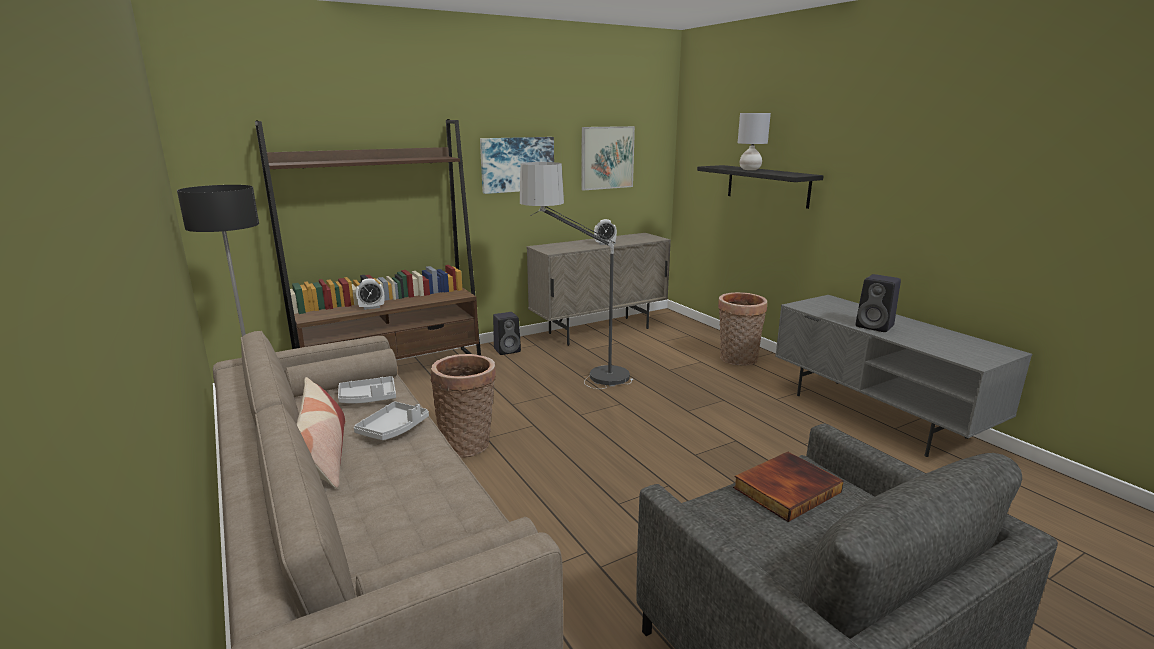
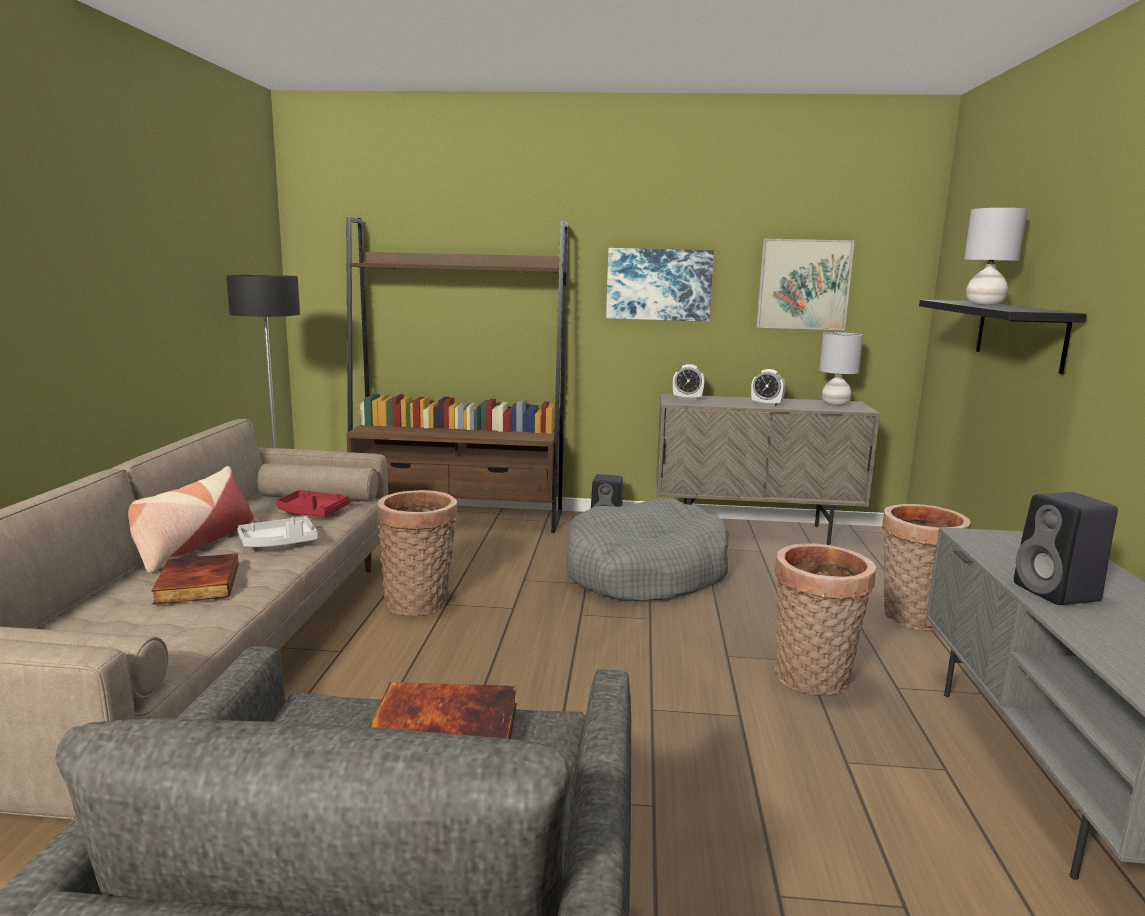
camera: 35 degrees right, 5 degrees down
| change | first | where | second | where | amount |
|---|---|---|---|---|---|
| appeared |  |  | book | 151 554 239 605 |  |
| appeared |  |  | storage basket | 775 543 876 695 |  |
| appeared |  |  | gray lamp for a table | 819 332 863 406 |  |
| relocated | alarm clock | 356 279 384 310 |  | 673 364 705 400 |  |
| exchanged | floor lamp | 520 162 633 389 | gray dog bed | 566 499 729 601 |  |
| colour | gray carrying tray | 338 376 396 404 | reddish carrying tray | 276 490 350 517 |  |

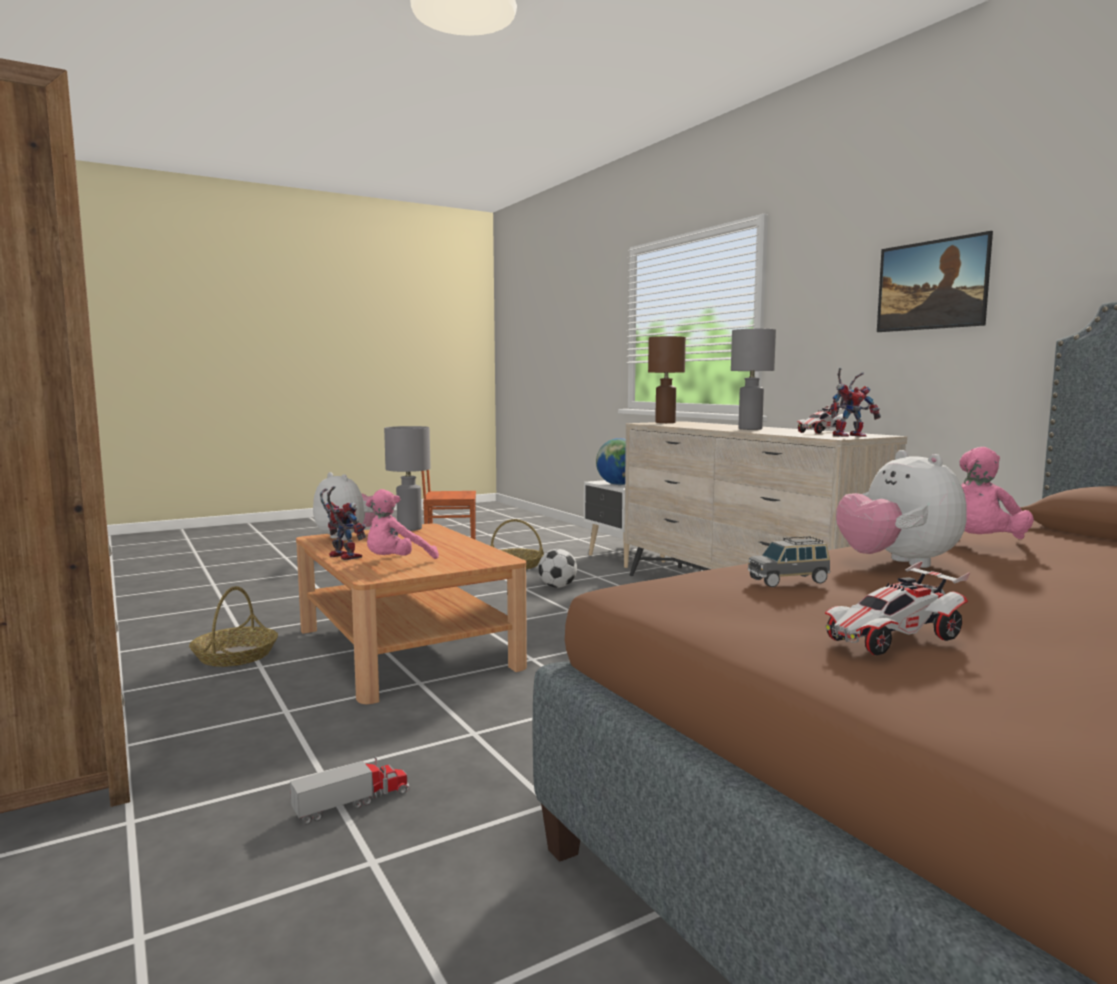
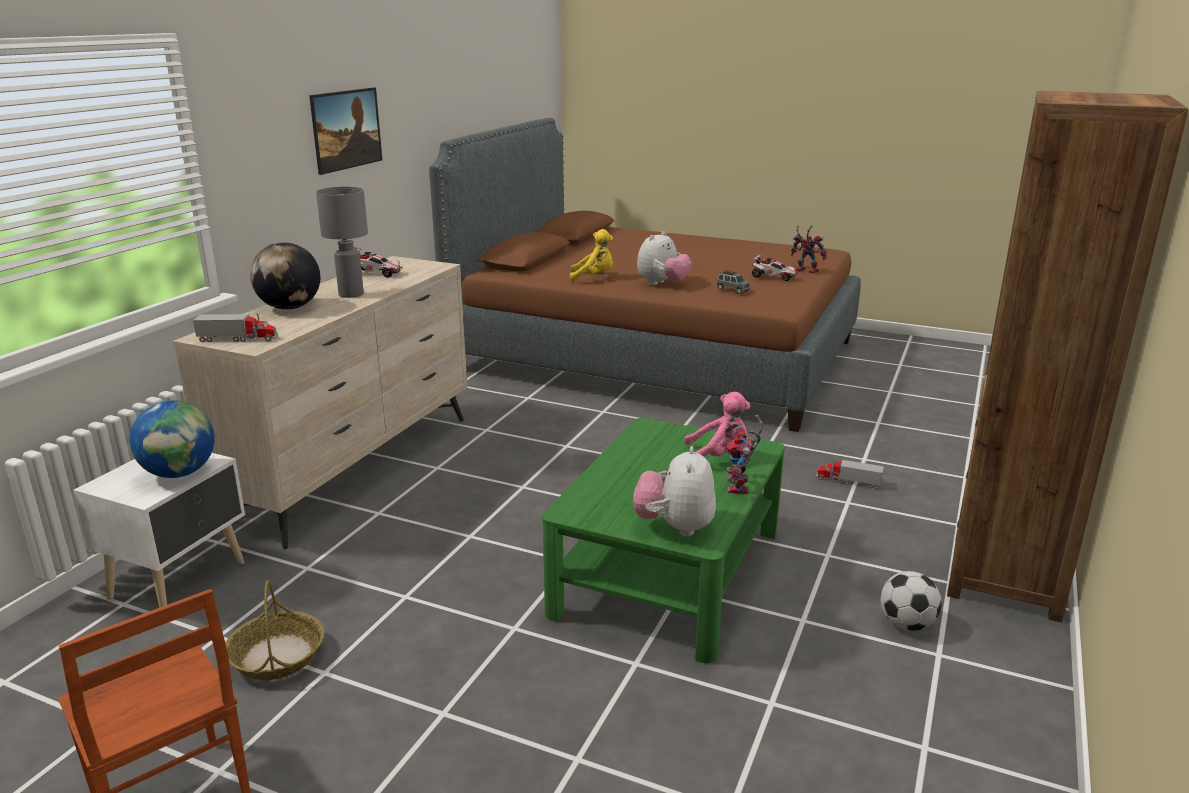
camera: 125 degrees left, 15 degrees up
| change | first | where | second | where | amount |
|---|---|---|---|---|---|
| missing | storage basket | 189 586 278 667 |  |  |  |
| missing | gray lamp for a table | 384 426 431 531 |  |  |  |
| appeared |  |  | desk globe | 250 242 320 310 |  |
| relocated | ball for football | 538 549 577 588 |  | 880 571 942 631 |  |
| relocated | model robot | 830 368 881 437 |  | 791 225 827 274 |  |
| exchanged | brownish lamp for a table | 648 336 686 423 | toy lorry | 193 314 278 342 |  |
| colour | brownish low table | 296 524 527 704 | greenish low table | 542 418 785 663 |  |
| colour | pinkish cuddly toy | 960 447 1034 539 | yellow-coloured cuddly toy | 569 229 613 282 |  |

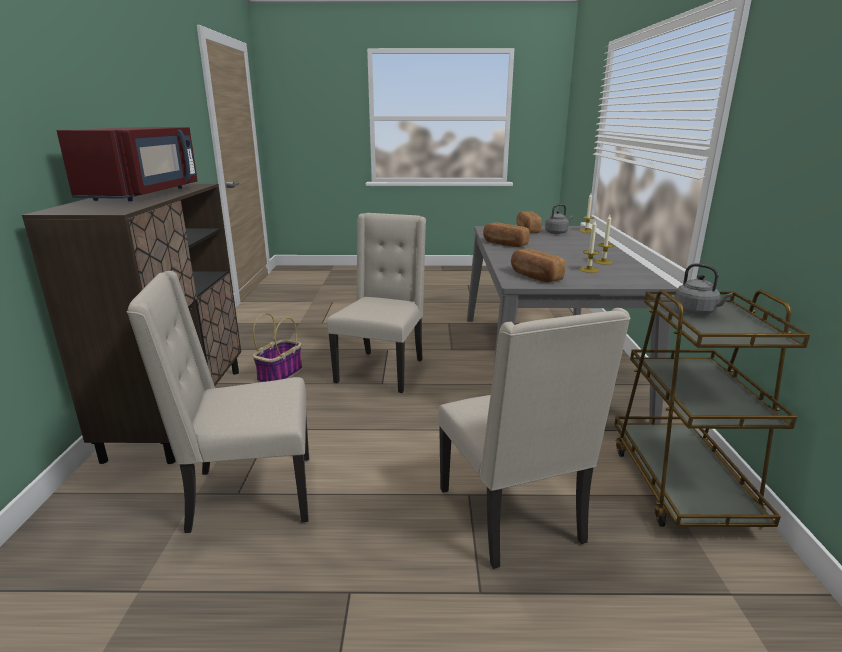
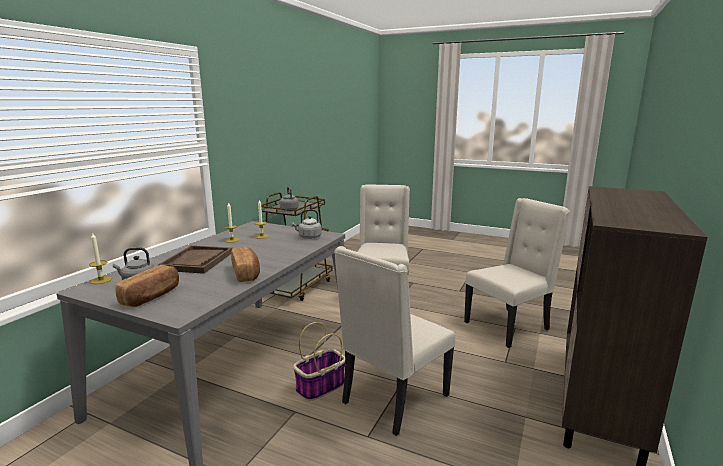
camera: 155 degrees left, 5 degrees down
| change | first | where | second | where | amount |
|---|---|---|---|---|---|
| missing | reddish kitchen microwave | 57 127 198 201 |  |  |  |
| appeared |  |  | brownish carrying tray | 158 245 232 274 |  |
| relocated | storage basket | 253 313 302 382 |  | 293 322 345 401 |  |
| exchanged | baked bread | 511 248 565 282 | gray tea kettle | 292 209 322 239 |  |
| spun | sand-coloured chair | 127 271 309 533 |  | 464 198 570 348 | 45 degrees counterclockwise |

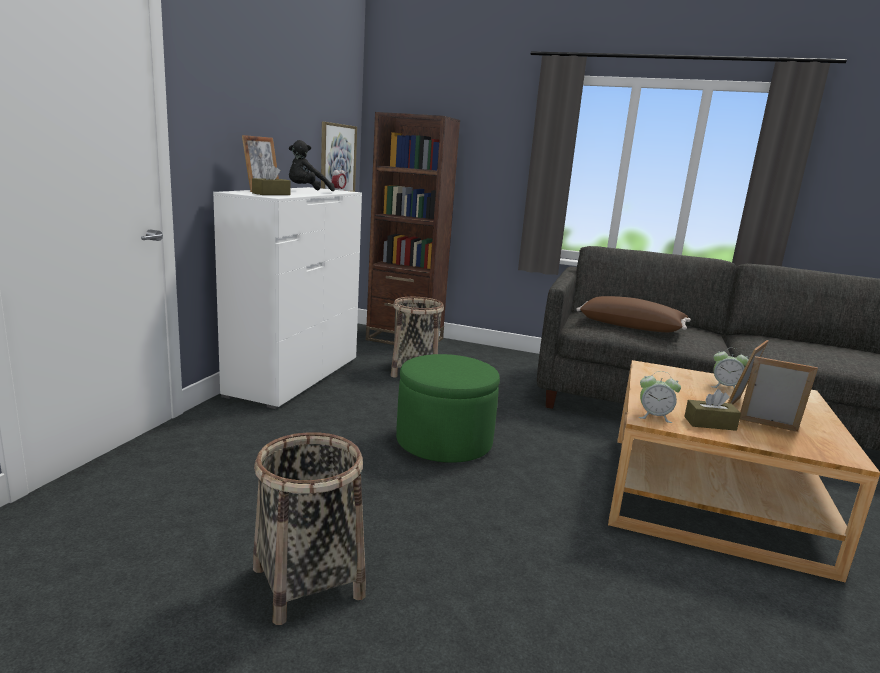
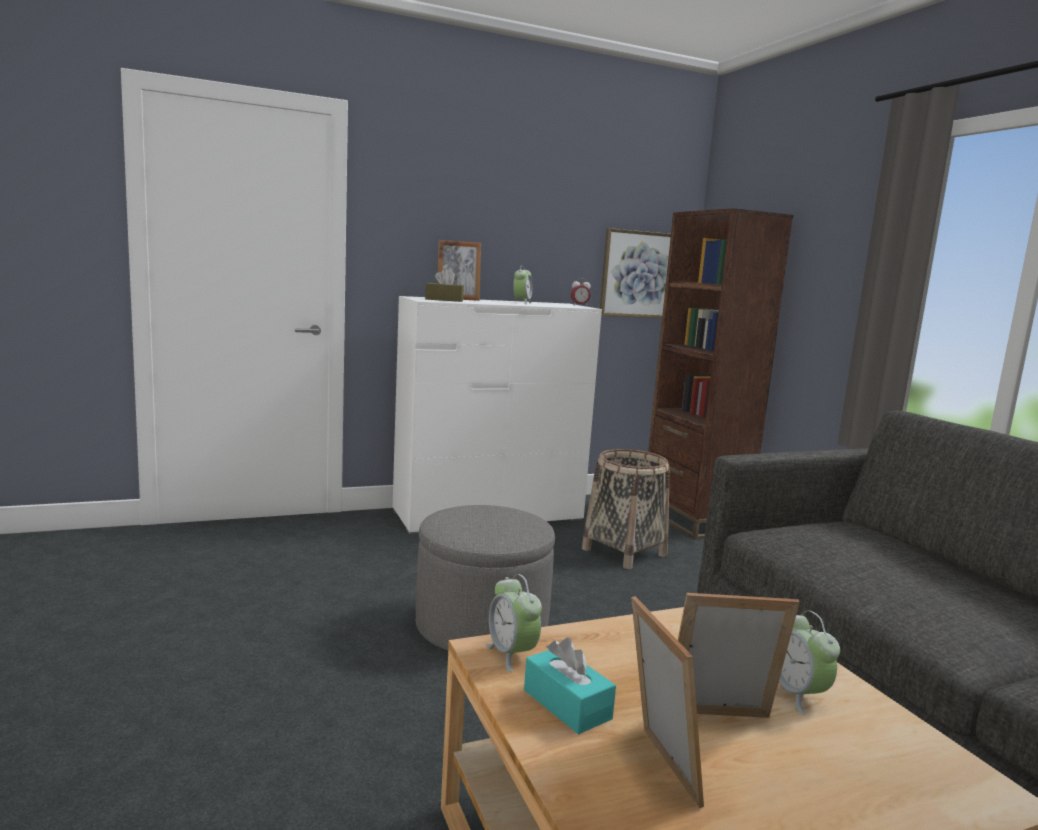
camera: 50 degrees right, 5 degrees down
| change | first | where | second | where | amount |
|---|---|---|---|---|---|
| missing | storage basket | 253 432 366 625 |  |  |  |
| missing | brownish cushion | 576 296 691 332 |  |  |  |
| exchanged | black-coloured cuddly toy | 289 140 335 191 | alarm clock | 513 265 532 304 |  |
| colour | greenish pouffe | 396 354 500 463 | gray pouffe | 416 505 555 650 |  |
| colour | brownish tissue box | 684 389 741 431 | turquoise-coloured tissue box | 524 638 616 735 |  |

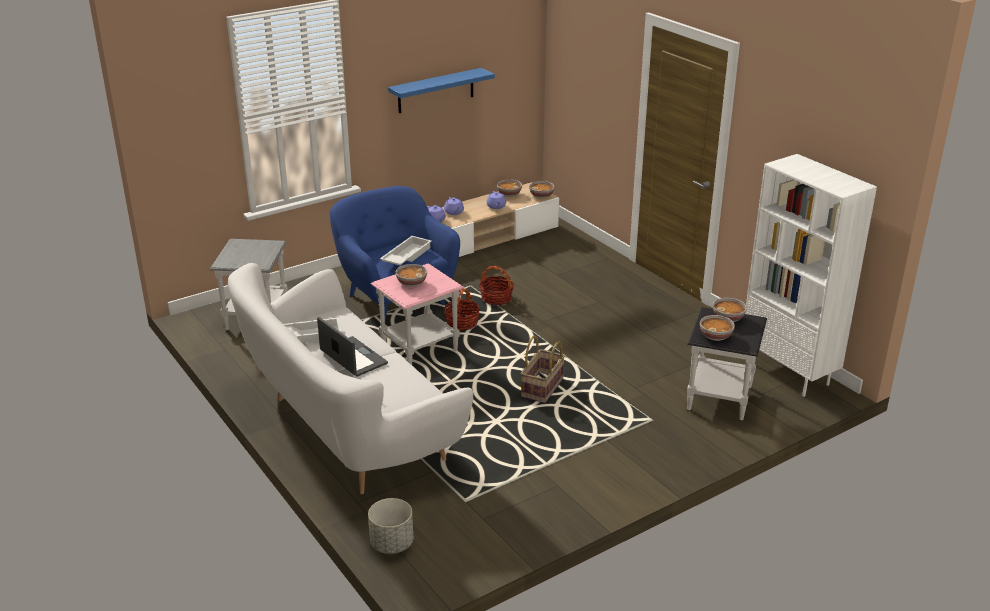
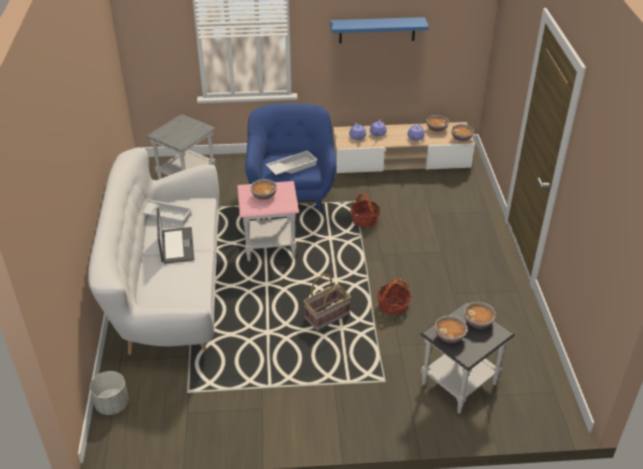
camera: 30 degrees right, 10 degrees up
| change | first | where | second | where | amount |
|---|---|---|---|---|---|
| missing | whitish shelving unit | 745 154 877 397 |  |  |  |
| relocated | storage basket | 444 288 480 331 |  | 377 278 411 316 |  |

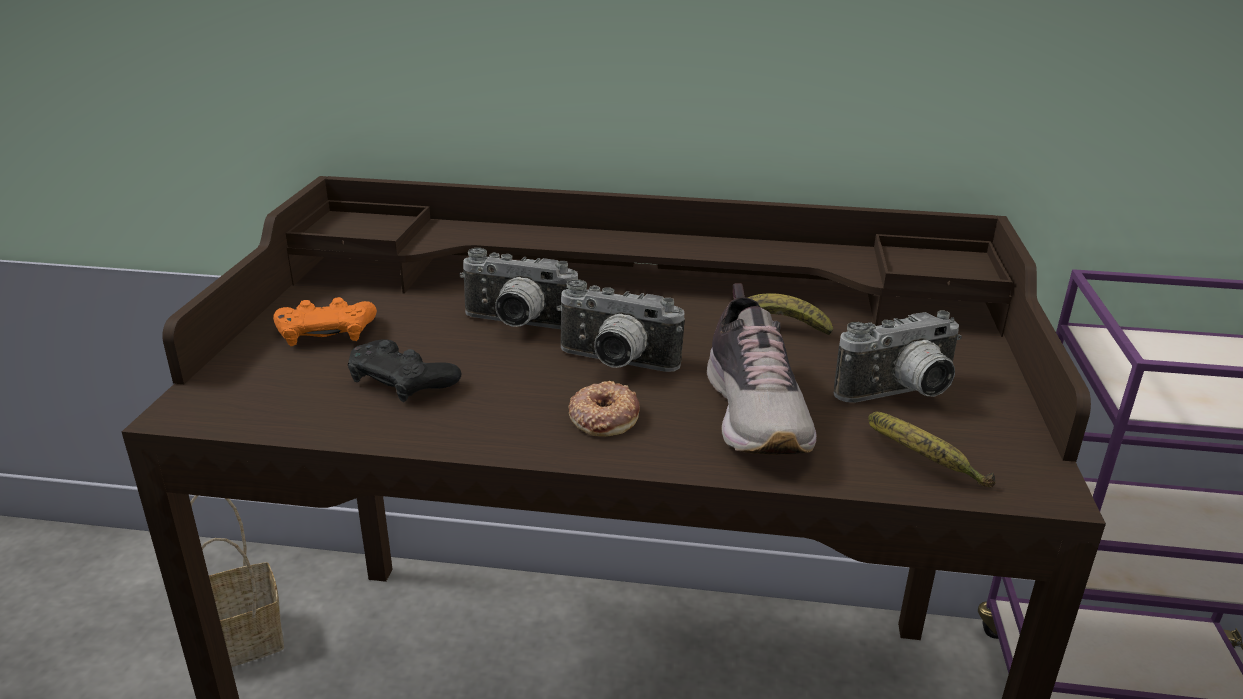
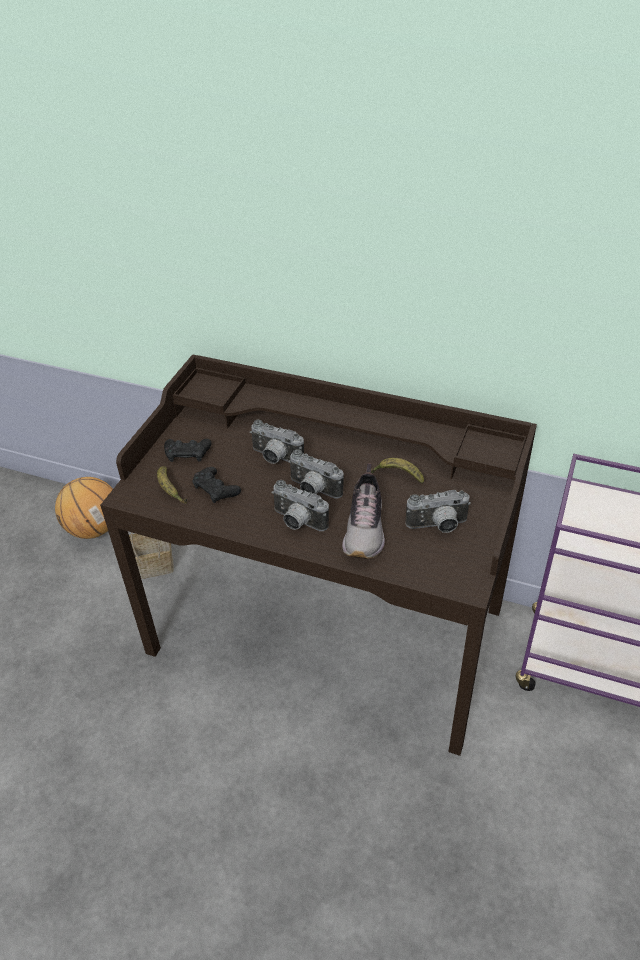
camera: 15 degrees right, 15 degrees up
| change | first | where | second | where | amount |
|---|---|---|---|---|---|
| appeared |  |  | ball for basketball | 55 477 113 539 |  |
| relocated | whole banana | 868 411 995 488 |  | 157 466 187 504 |  |
| exchanged | donut | 568 381 640 437 | photo camera | 271 480 329 531 |  |
| colour | orangey gamepad | 273 297 377 346 | black-coloured gamepad | 164 439 211 462 |  |

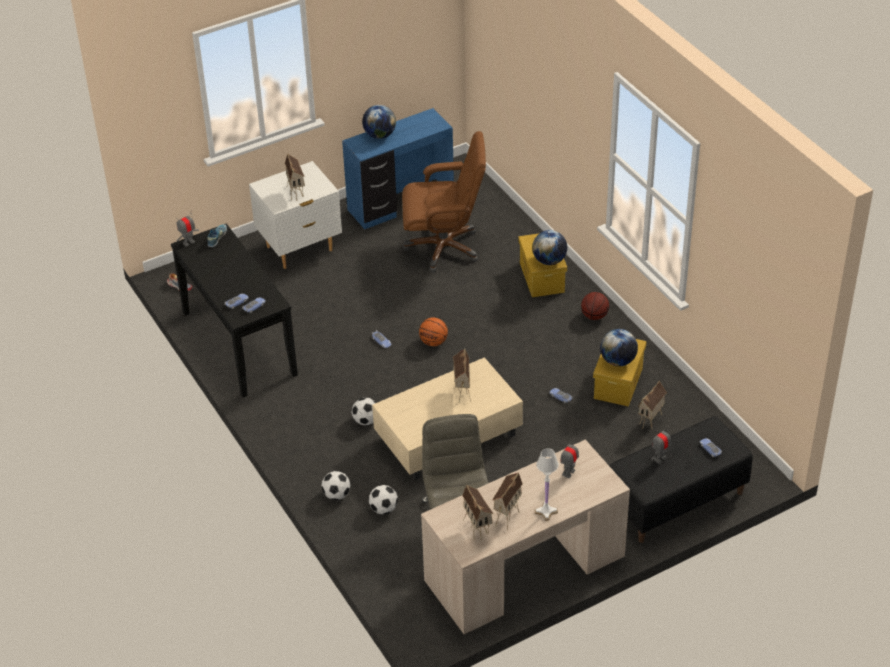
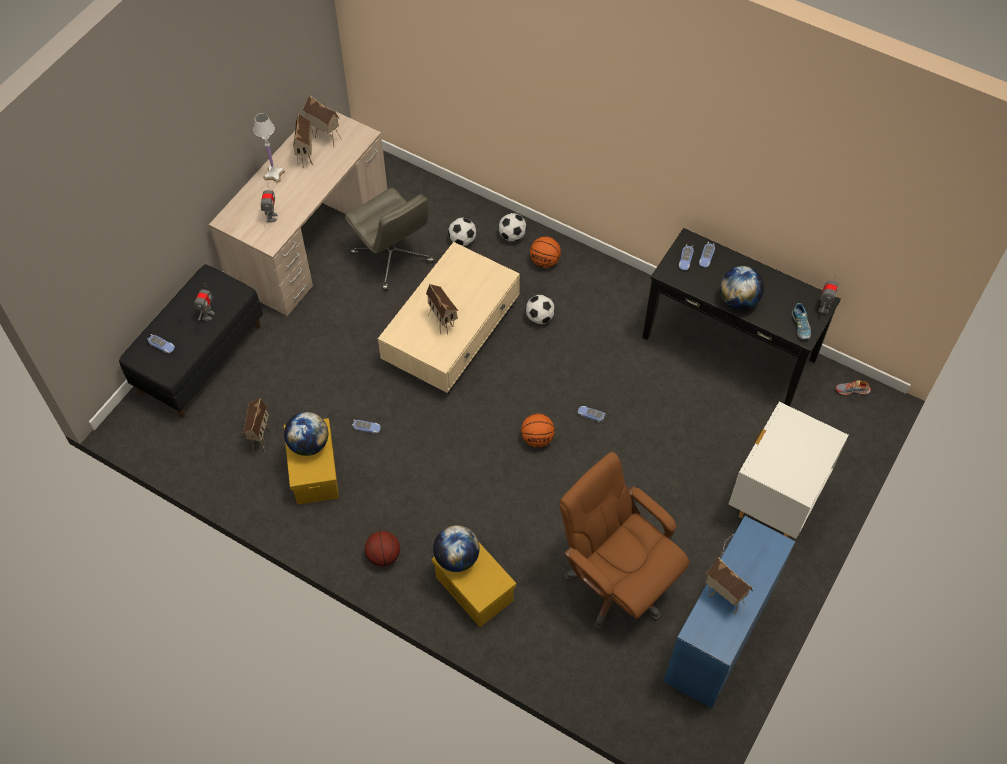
camera: 150 degrees right, 15 degrees up
| change | first | where | second | where | amount |
|---|---|---|---|---|---|
| appeared |  |  | ball for basketball | 530 236 561 268 |  |
| relocated | miniature house | 285 153 305 201 |  | 706 557 753 615 |  |
| relocated | desk globe | 362 105 396 139 |  | 720 266 764 310 |  |
| spun | brownish office chair | 402 131 486 272 |  | 560 452 689 630 | 75 degrees clockwise |

